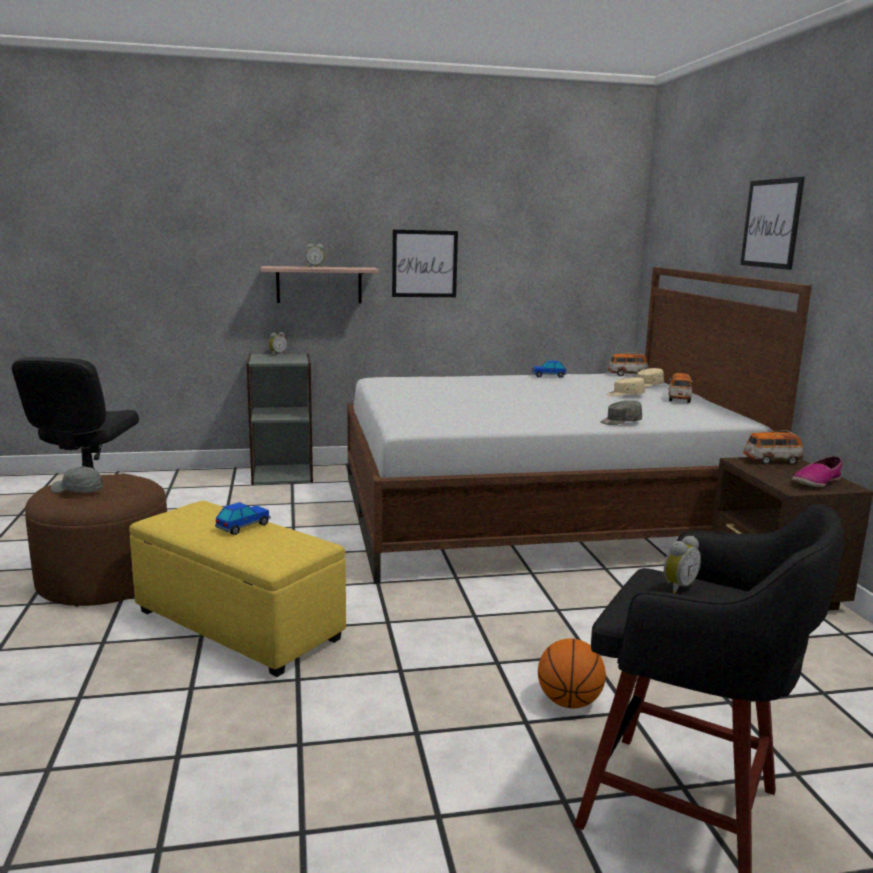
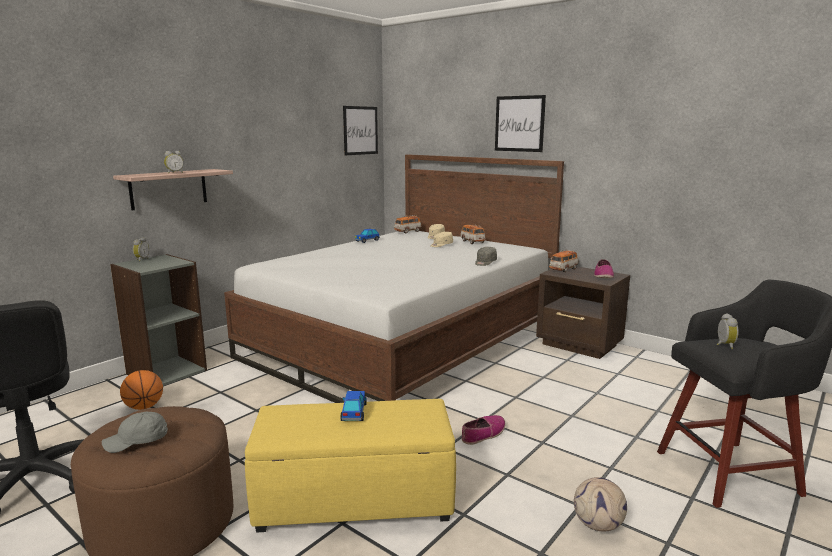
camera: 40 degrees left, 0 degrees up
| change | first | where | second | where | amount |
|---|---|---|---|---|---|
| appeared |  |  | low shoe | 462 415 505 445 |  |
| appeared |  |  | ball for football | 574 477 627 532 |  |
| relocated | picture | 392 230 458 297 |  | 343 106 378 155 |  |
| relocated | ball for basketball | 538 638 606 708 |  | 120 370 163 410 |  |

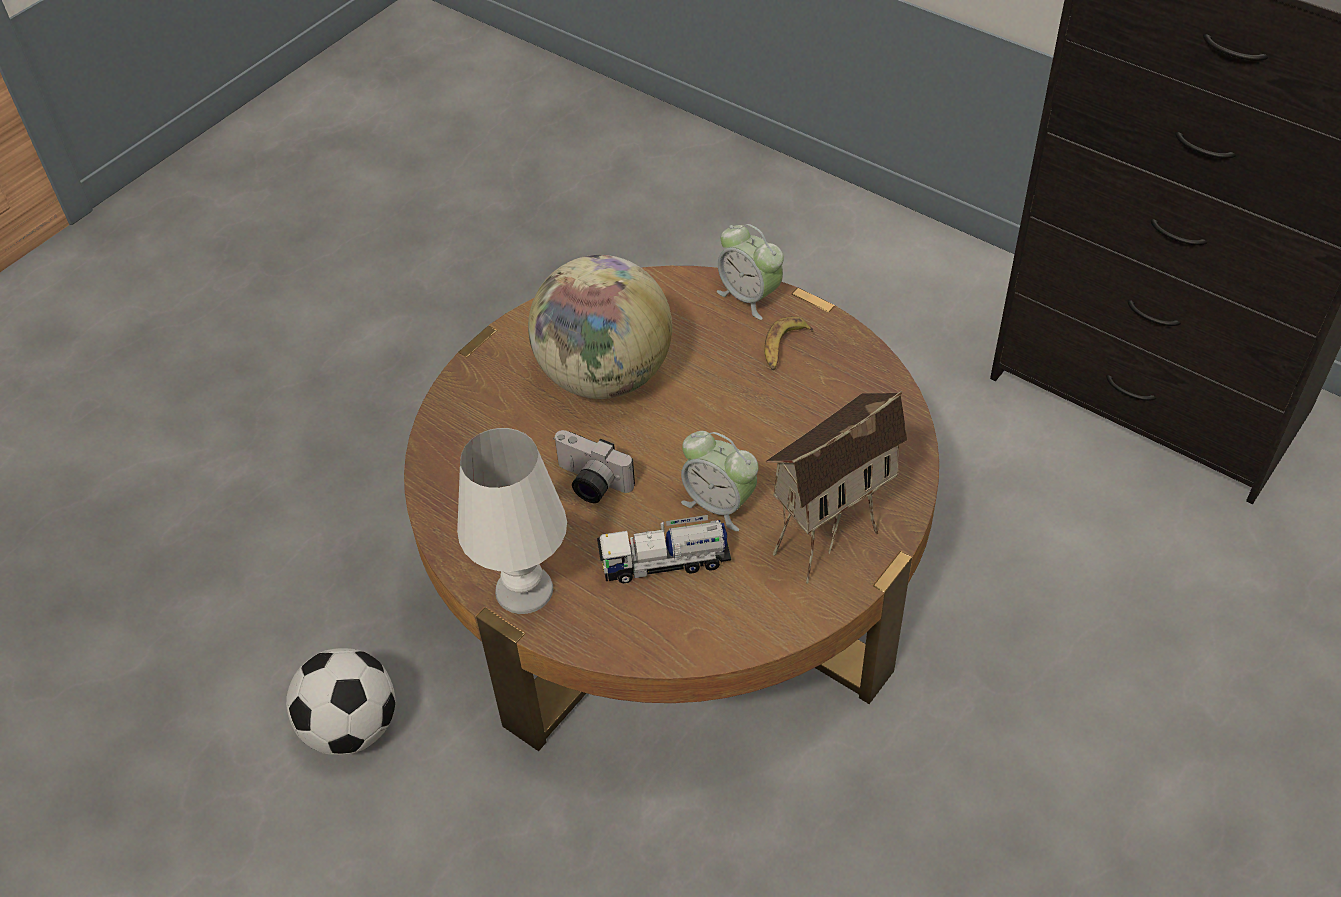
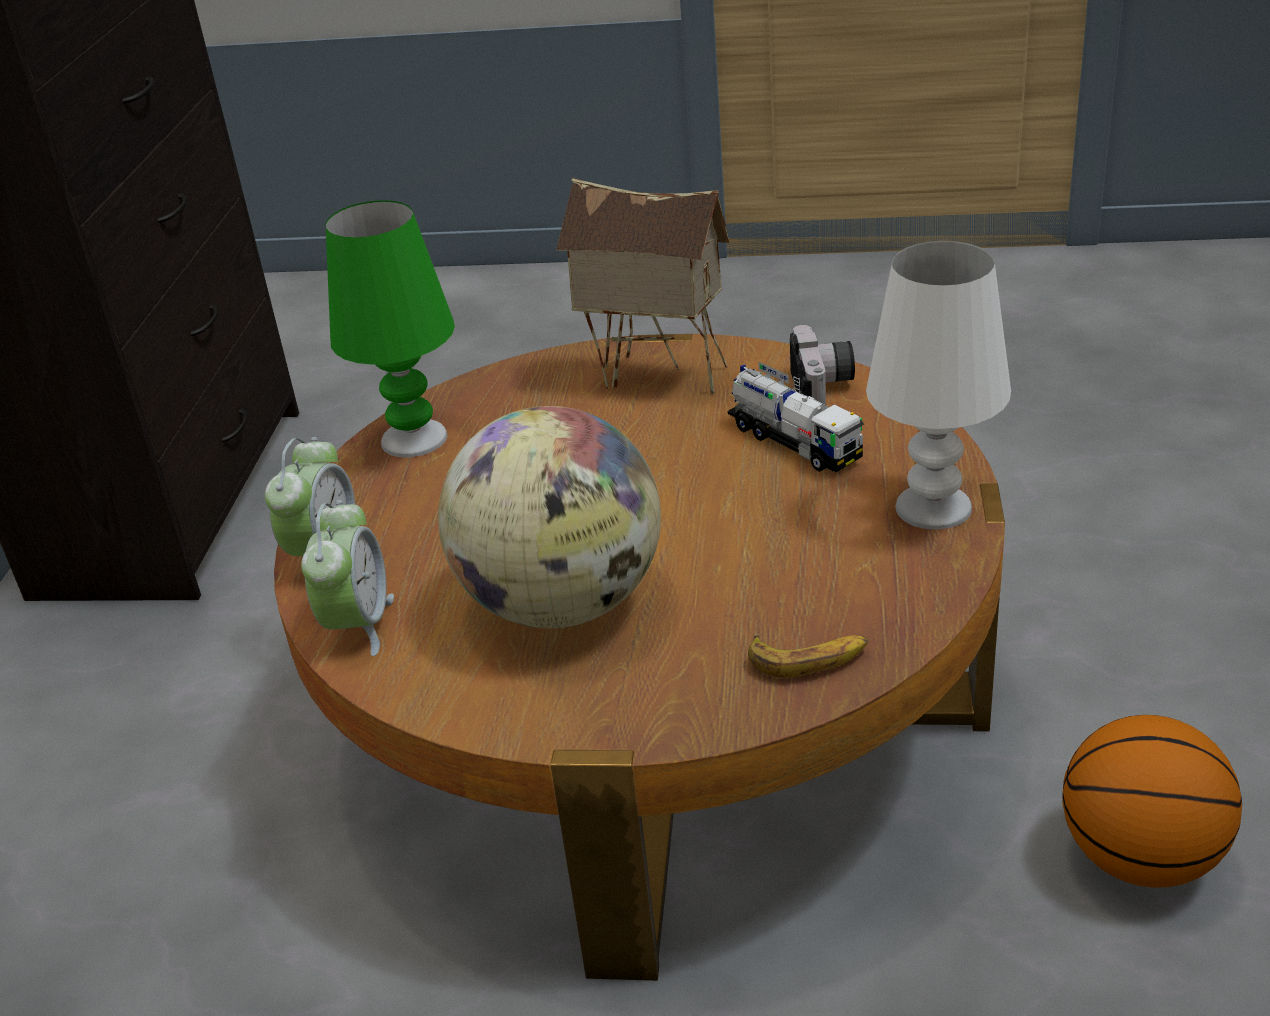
camera: 120 degrees left, 15 degrees down
| change | first | where | second | where | amount |
|---|---|---|---|---|---|
| appeared |  |  | greenish lamp for a table | 325 200 455 458 |  |
| relocated | photo camera | 553 430 635 503 |  | 790 325 855 405 |  |
| relocated | alarm clock | 681 431 758 531 |  | 301 500 394 656 |  |
| relocated | whole banana | 764 316 814 370 |  | 748 634 869 678 |  |
| exchanged | ball for football | 286 648 395 755 | ball for basketball | 1062 715 1242 888 |  |

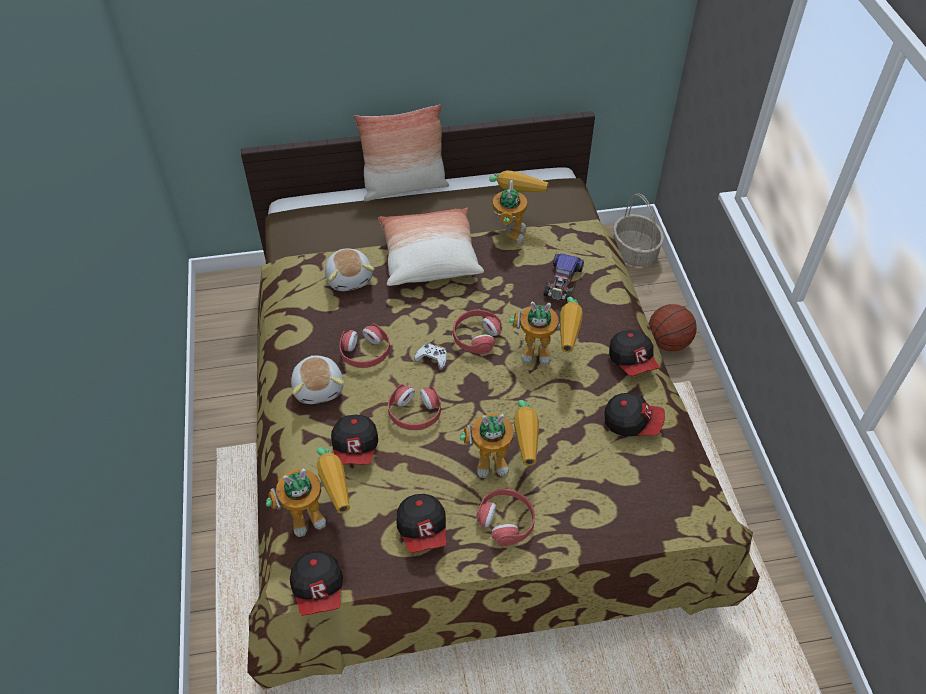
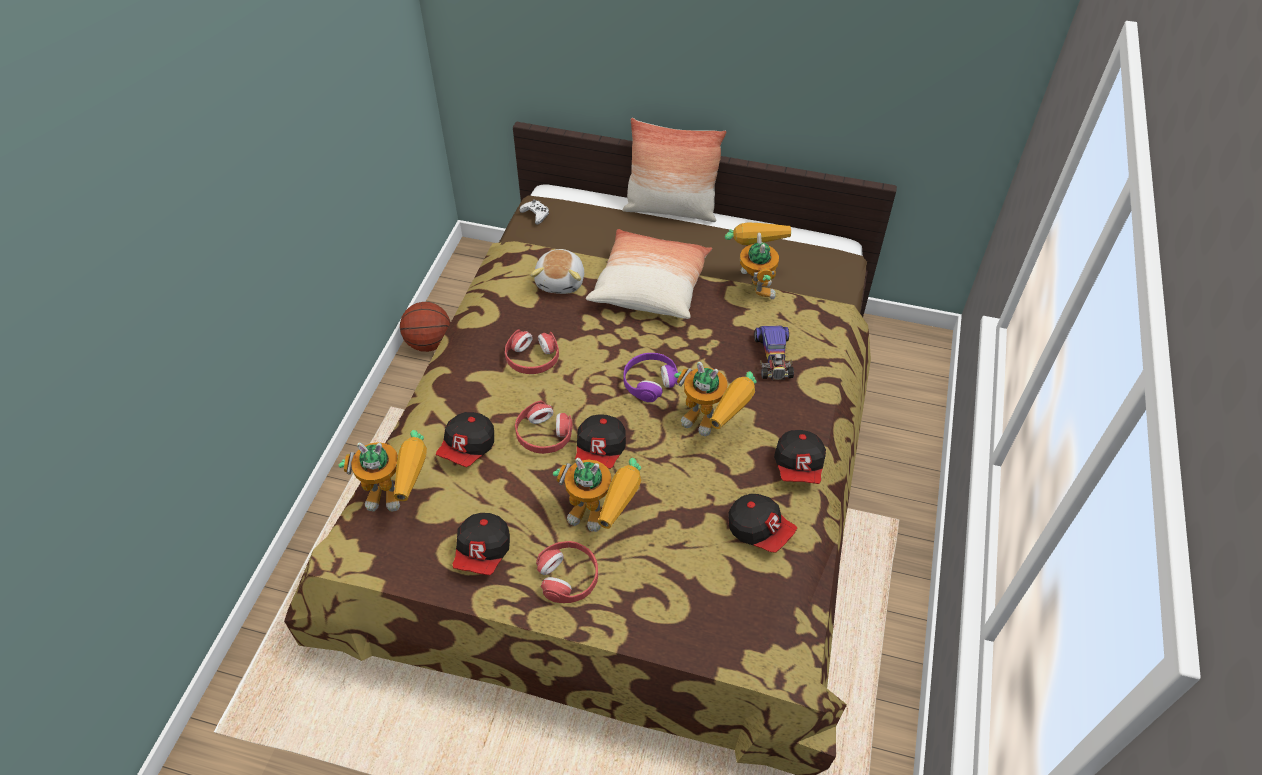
camera: 25 degrees right, 0 degrees up
| change | first | where | second | where | amount |
|---|---|---|---|---|---|
| missing | cuddly toy | 291 355 344 404 |  |  |  |
| missing | storage basket | 613 193 664 267 |  |  |  |
| relocated | cap | 290 551 343 616 |  | 575 414 626 469 |  |
| relocated | whitish gamepad | 414 344 447 370 |  | 519 199 549 225 |  |
| relocated | ball for basketball | 648 304 697 351 |  | 400 302 451 352 |  |
| colour | reddish headphones | 453 310 502 354 | purple-coloured headphones | 623 353 678 402 |  |
| spun | model robot | 489 170 549 243 |  | 725 223 791 300 | 45 degrees counterclockwise |
| spun | toy car | 543 253 584 301 |  | 754 326 794 380 | 45 degrees counterclockwise |

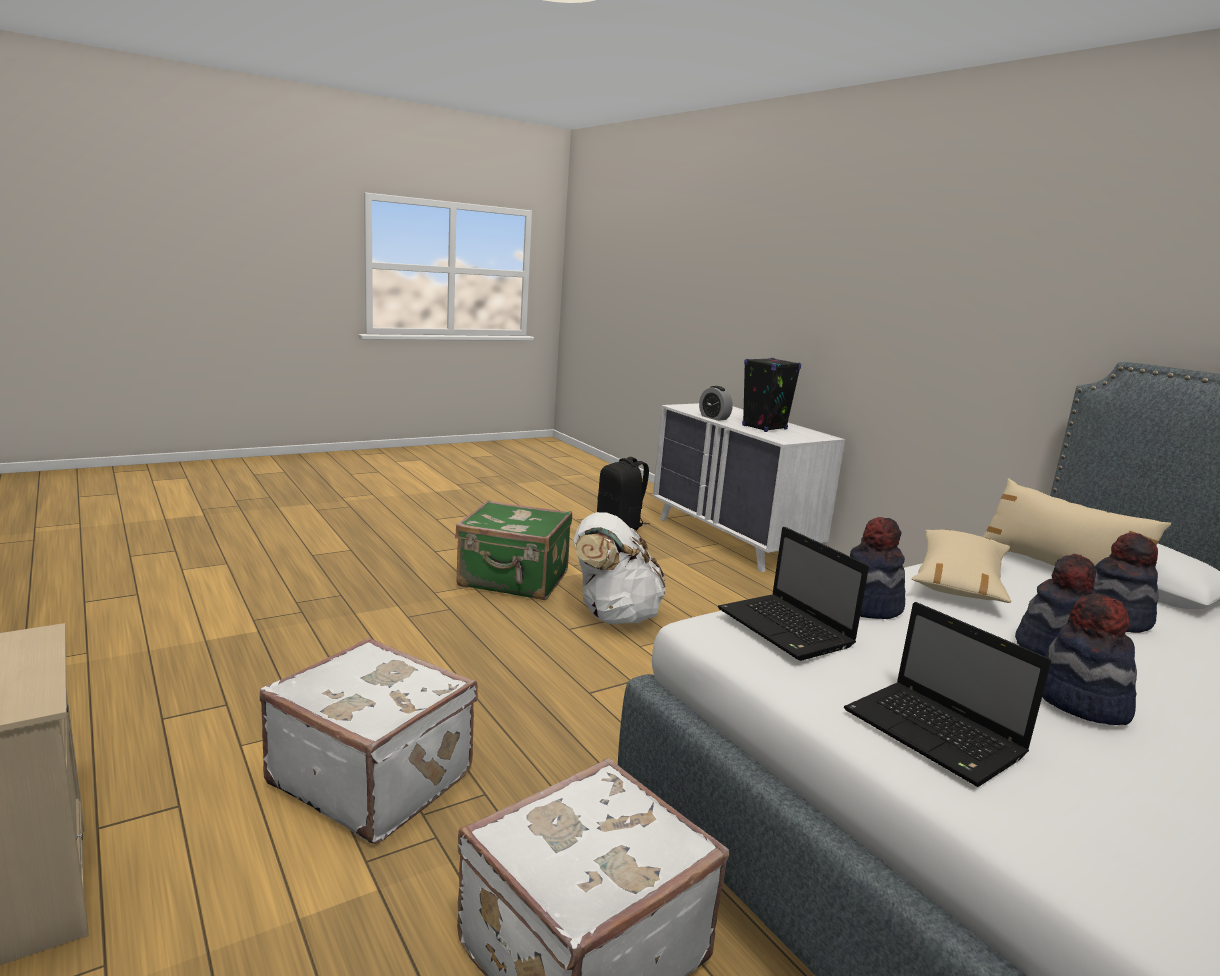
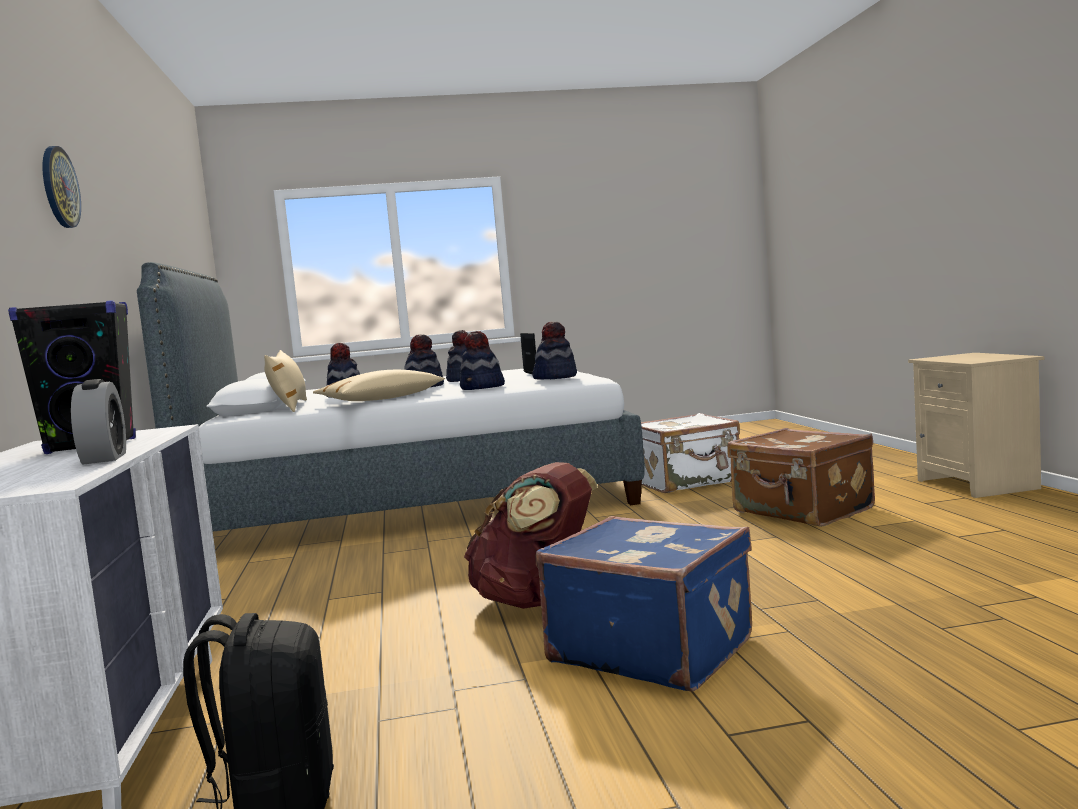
camera: 155 degrees left, 10 degrees down
| change | first | where | second | where | amount |
|---|---|---|---|---|---|
| appeared |  |  | clock on the wall | 42 146 81 228 |  |
| exchanged | notebook computer | 718 527 869 661 | clothing hat | 532 322 577 379 |  |
| colour | whitish suitcase | 260 638 478 844 | brownish suitcase | 727 428 875 527 |  |
| colour | greenish suitcase | 455 500 572 600 | blue suitcase | 536 516 752 692 |  |
| colour | whitish rucksack | 573 512 665 624 | brownish rucksack | 464 462 598 609 |  |

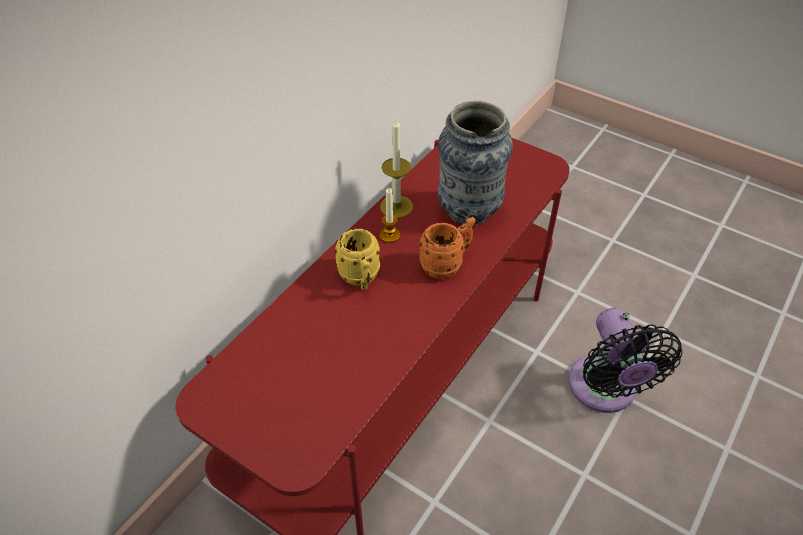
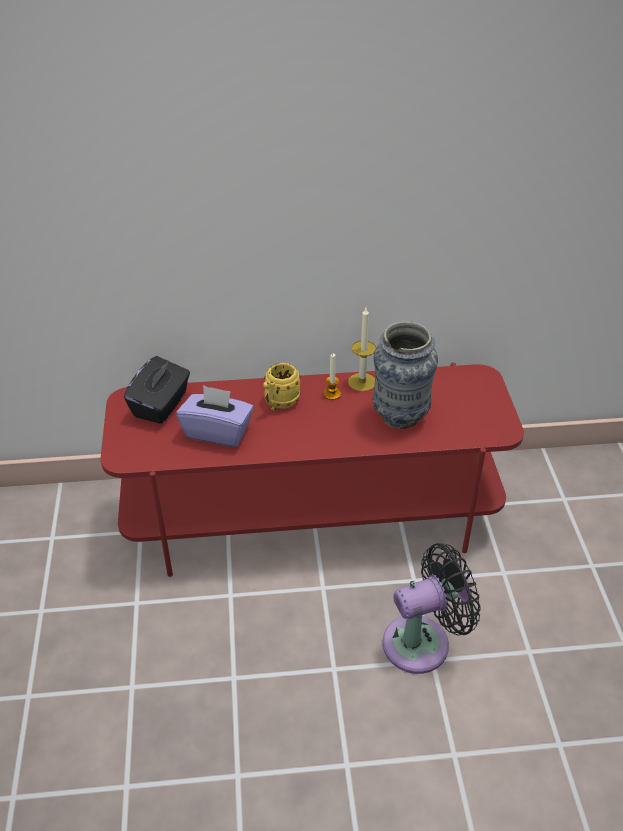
camera: 50 degrees right, 5 degrees down
| change | first | where | second | where | amount |
|---|---|---|---|---|---|
| missing | orangey coffee mug | 419 217 476 279 |  |  |  |
| appeared |  |  | black-coloured tissue box | 124 356 190 424 |  |
| appeared |  |  | purple-coloured tissue box | 176 385 254 447 |  |
| spun | black-coloured cooling fan | 568 307 683 413 |  | 383 543 481 674 | 150 degrees counterclockwise |

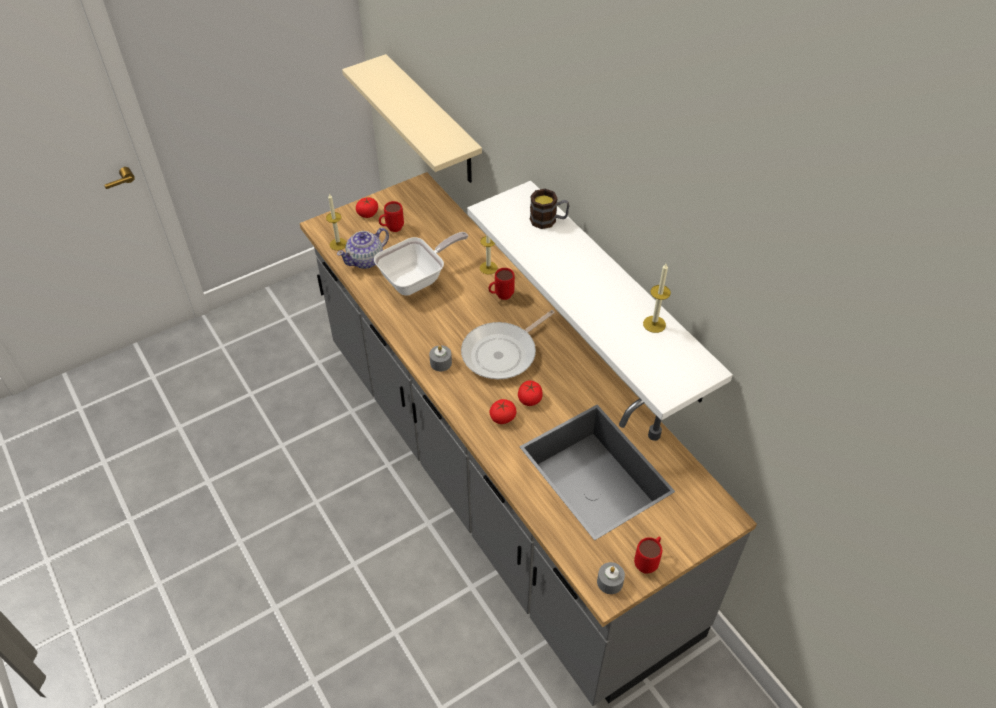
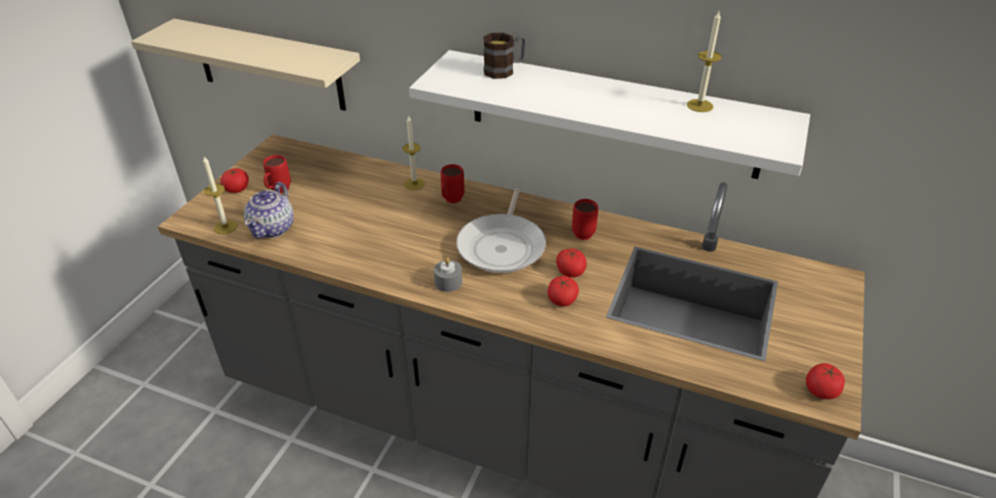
camera: 35 degrees left, 10 degrees down
| change | first | where | second | where | amount |
|---|---|---|---|---|---|
| missing | skillet | 374 232 468 296 |  |  |  |
| relocated | reddish coffee mug | 634 537 662 574 |  | 572 199 598 240 |  |
| exchanged | gray wax candle | 597 562 625 594 | fresh tomato | 806 363 845 399 |  |

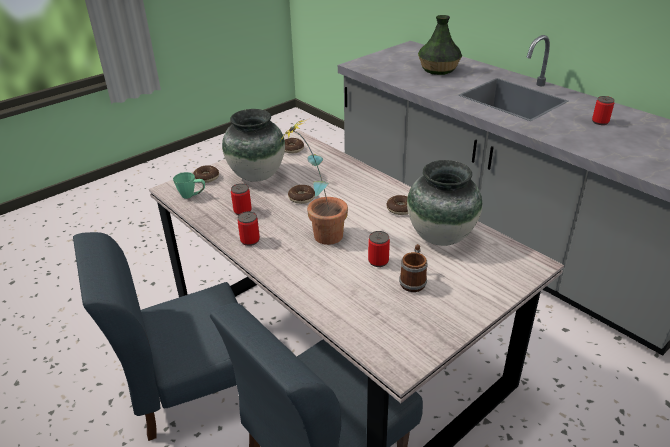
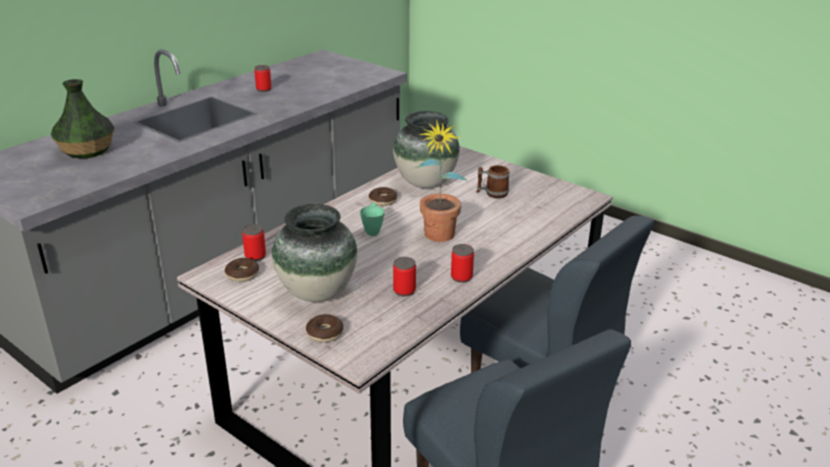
camera: 100 degrees left, 5 degrees down
| change | first | where | second | where | amount |
|---|---|---|---|---|---|
| missing | donut | 288 185 315 204 |  |  |  |
| relocated | greenish coffee mug | 173 172 205 199 |  | 360 203 385 236 |  |
| relocated | metal can | 368 231 390 267 |  | 242 224 266 261 |  |

